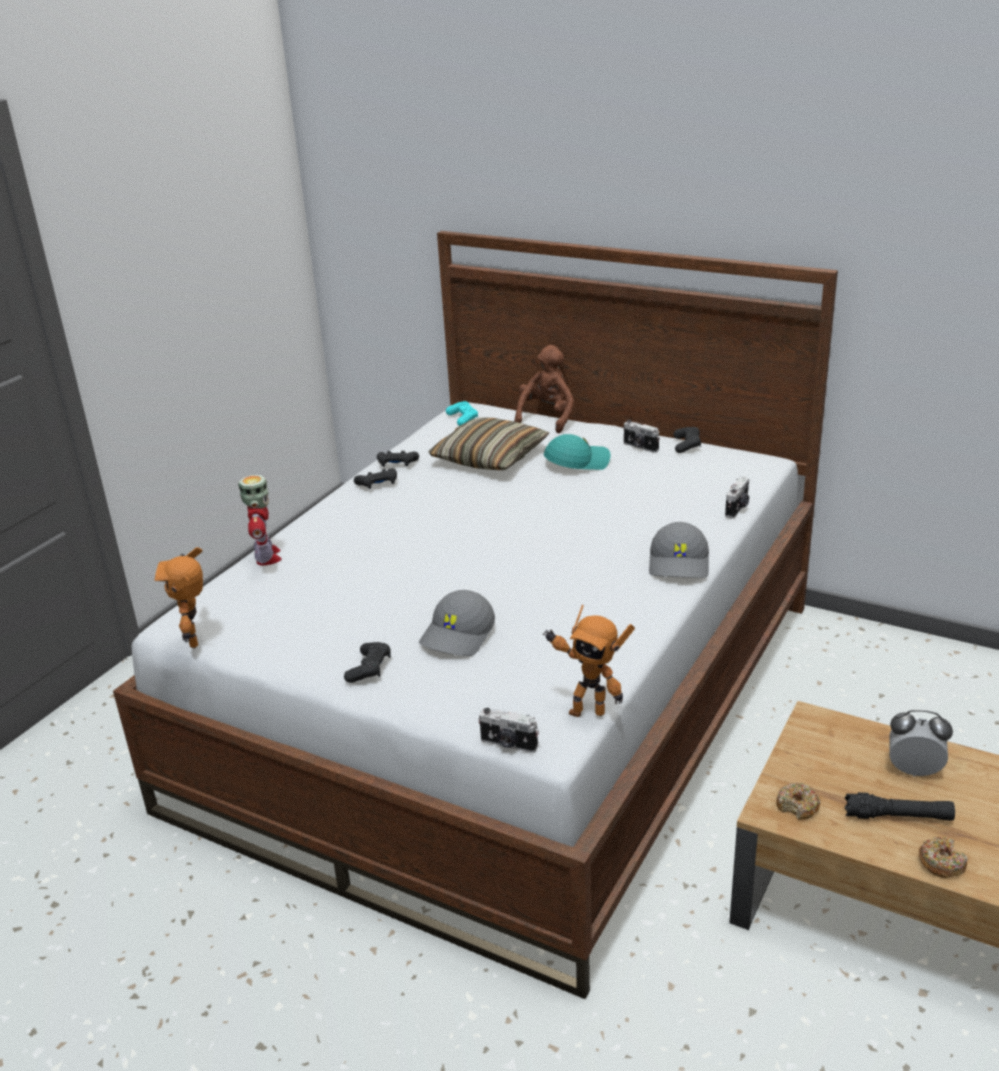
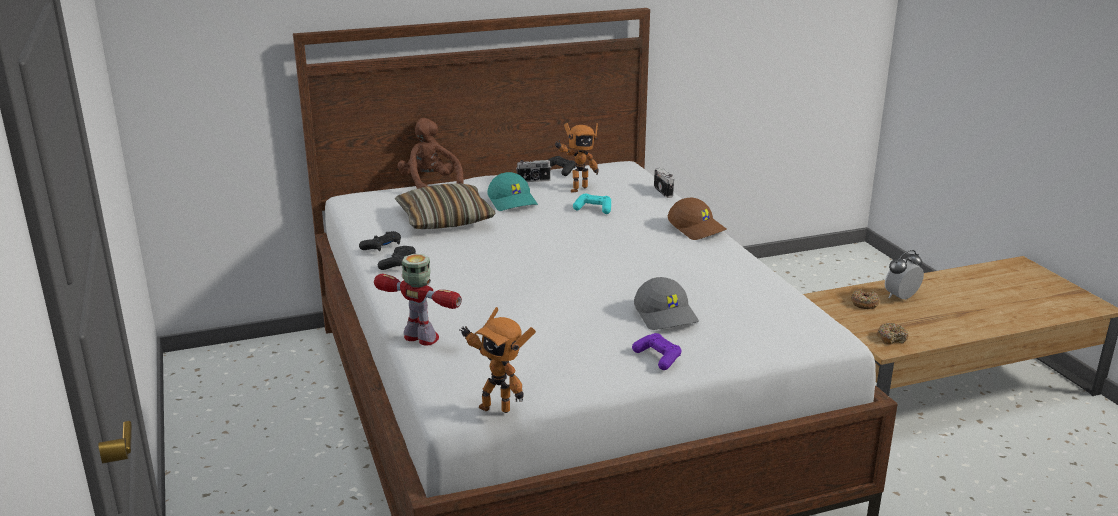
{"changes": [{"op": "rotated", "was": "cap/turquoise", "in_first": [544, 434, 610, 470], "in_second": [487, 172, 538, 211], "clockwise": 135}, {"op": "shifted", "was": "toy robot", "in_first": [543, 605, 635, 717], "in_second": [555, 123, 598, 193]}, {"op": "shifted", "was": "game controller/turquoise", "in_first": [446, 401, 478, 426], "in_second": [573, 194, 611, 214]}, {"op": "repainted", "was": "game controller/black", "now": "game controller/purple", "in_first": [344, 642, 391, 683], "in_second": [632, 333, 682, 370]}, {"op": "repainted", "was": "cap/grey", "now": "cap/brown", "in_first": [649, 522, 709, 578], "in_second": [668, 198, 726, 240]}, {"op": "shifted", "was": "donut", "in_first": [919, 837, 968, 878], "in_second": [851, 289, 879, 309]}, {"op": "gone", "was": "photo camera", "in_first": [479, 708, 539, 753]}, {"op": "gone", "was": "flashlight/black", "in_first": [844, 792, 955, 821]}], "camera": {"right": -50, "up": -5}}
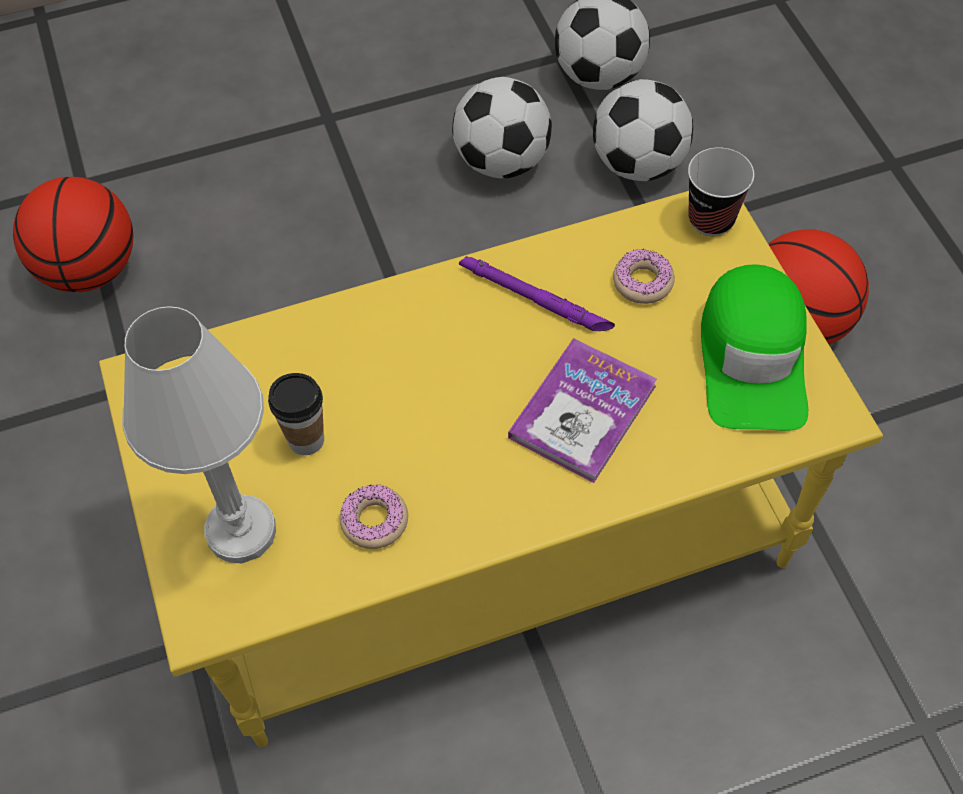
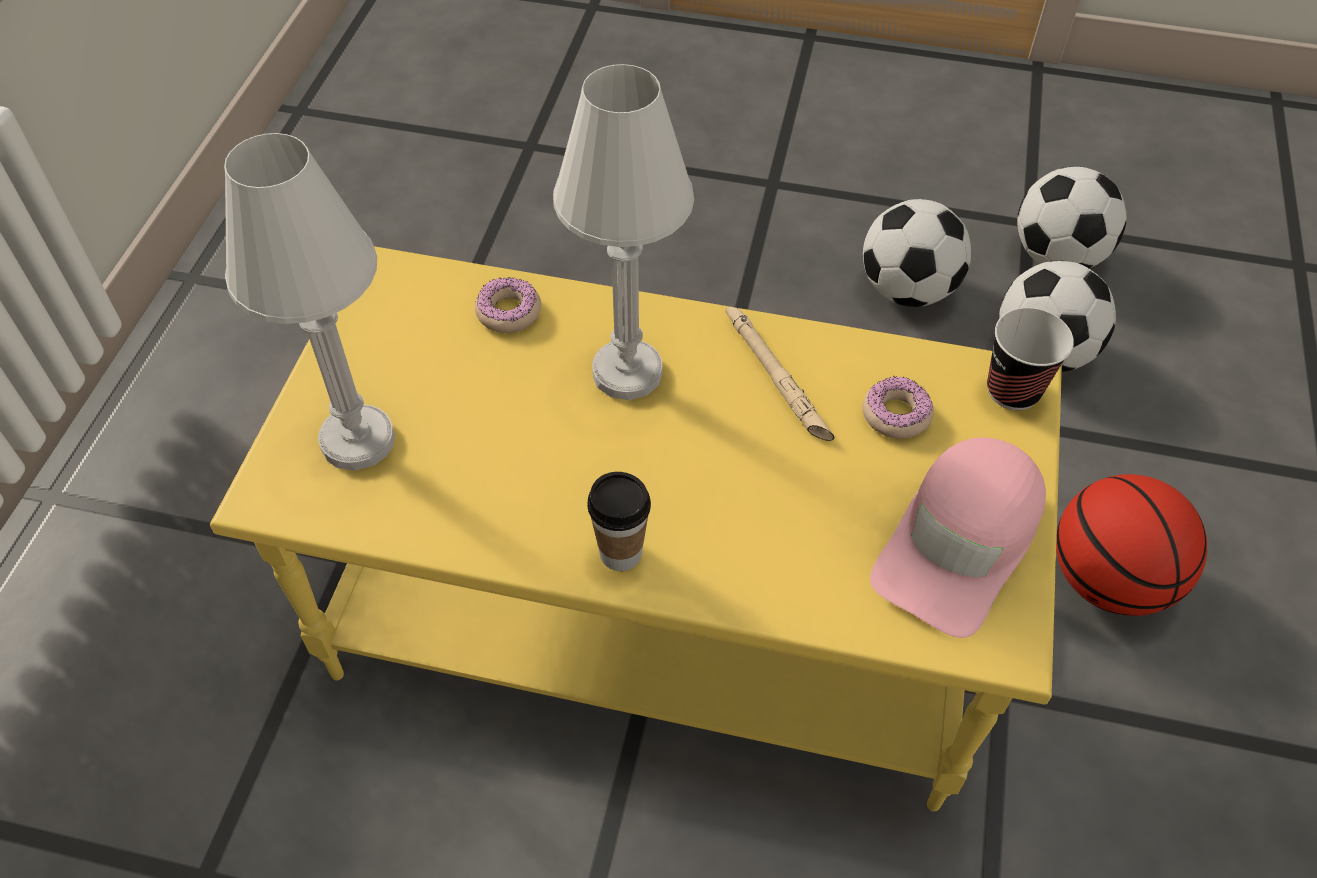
{"changes": [{"op": "shifted", "was": "donut", "in_first": [340, 484, 408, 549], "in_second": [475, 277, 541, 333]}, {"op": "new", "now": "table lamp/white", "in_second": [553, 64, 694, 400]}, {"op": "shifted", "was": "cup", "in_first": [268, 373, 324, 455], "in_second": [588, 472, 651, 571]}, {"op": "repainted", "was": "flashlight/purple", "now": "flashlight/beige", "in_first": [459, 256, 615, 331], "in_second": [725, 307, 835, 441]}, {"op": "repainted", "was": "cap/green", "now": "cap/pink", "in_first": [701, 264, 808, 431], "in_second": [870, 437, 1046, 638]}, {"op": "gone", "was": "basketball", "in_first": [13, 177, 133, 292]}, {"op": "gone", "was": "book", "in_first": [508, 338, 657, 483]}], "camera": {"right": 30, "up": -5}}
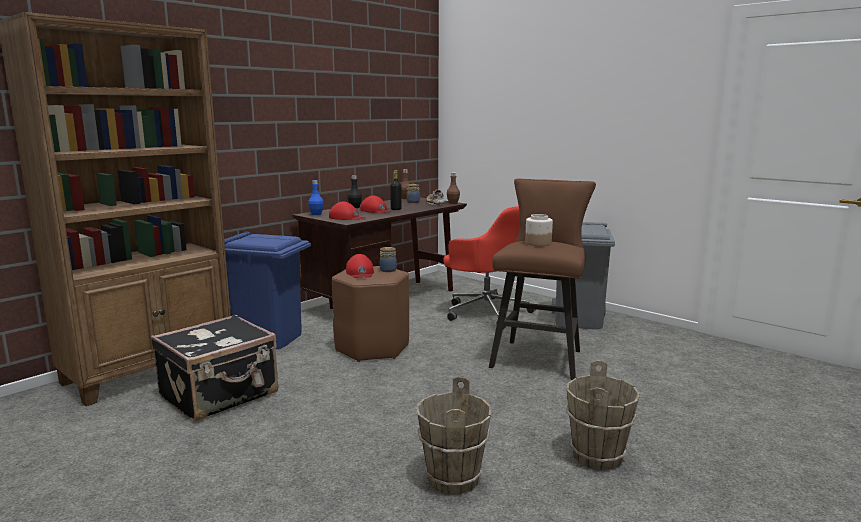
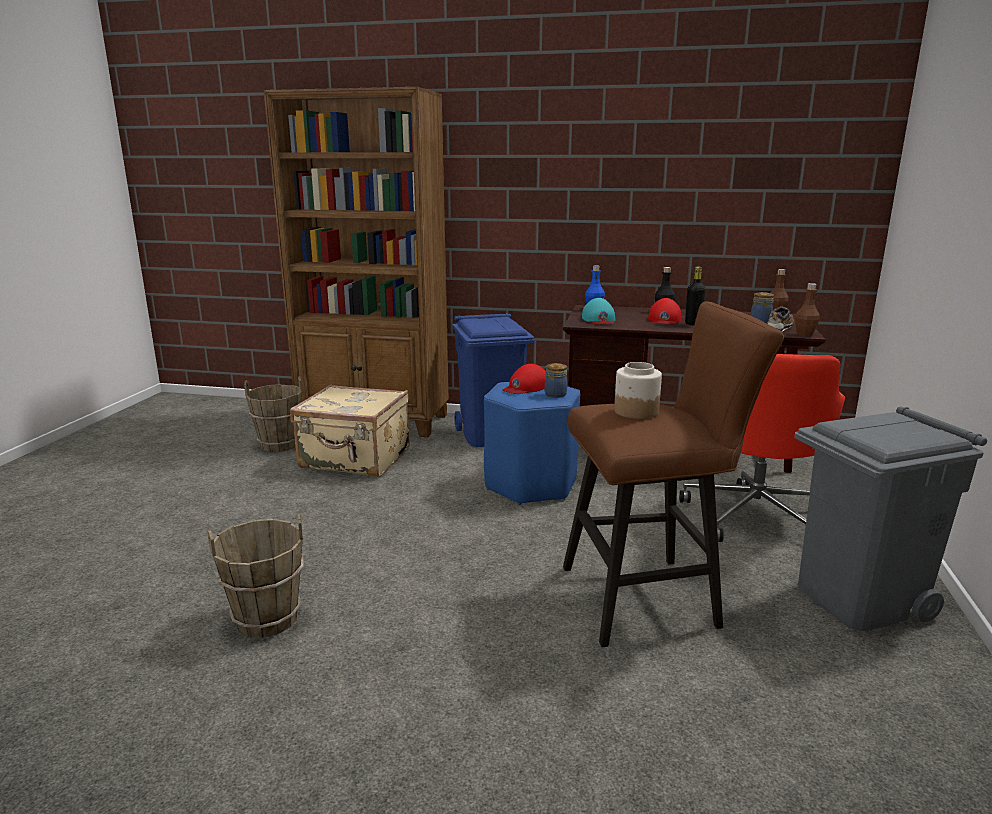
{"changes": [{"op": "shifted", "was": "bucket/brown", "in_first": [566, 360, 640, 470], "in_second": [244, 376, 302, 452]}, {"op": "repainted", "was": "suitcase/black", "now": "suitcase/beige", "in_first": [151, 314, 278, 422], "in_second": [290, 385, 410, 477]}, {"op": "repainted", "was": "stool/brown", "now": "stool/blue", "in_first": [332, 266, 409, 362], "in_second": [484, 382, 580, 505]}, {"op": "repainted", "was": "cap/red", "now": "cap/turquoise", "in_first": [329, 202, 366, 220], "in_second": [582, 298, 615, 324]}], "camera": {"right": 60, "up": 5}}
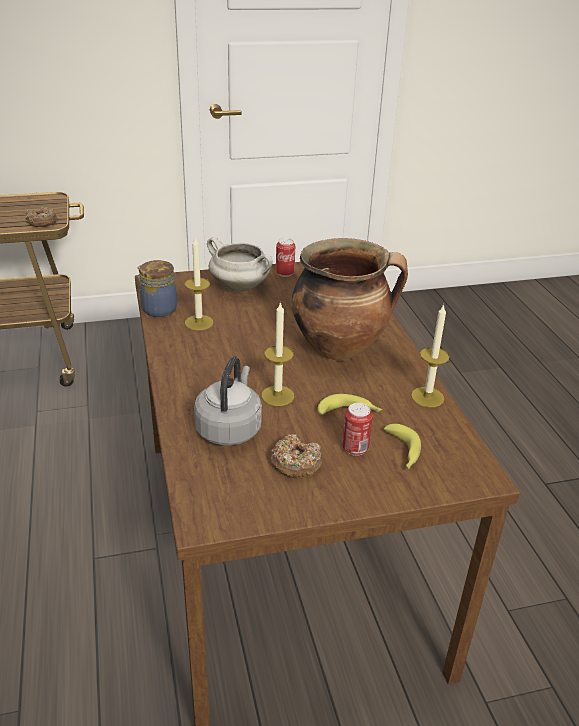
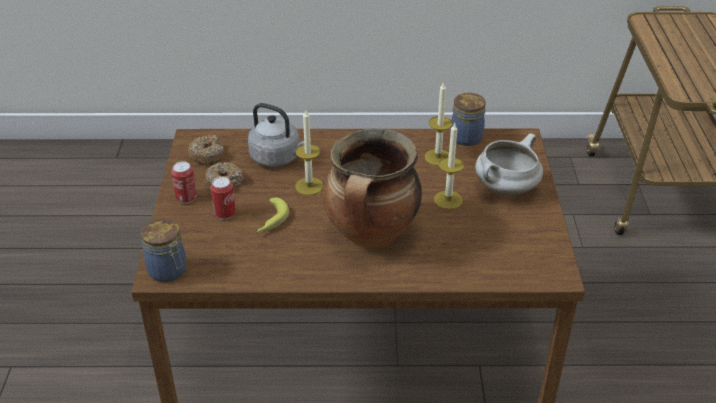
{"changes": [{"op": "new", "now": "jar", "in_second": [141, 219, 187, 282]}, {"op": "shifted", "was": "can", "in_first": [276, 238, 295, 277], "in_second": [171, 161, 197, 204]}, {"op": "shifted", "was": "donut", "in_first": [25, 207, 57, 227], "in_second": [188, 135, 225, 165]}, {"op": "shifted", "was": "candle", "in_first": [411, 304, 450, 407], "in_second": [434, 123, 464, 209]}, {"op": "gone", "was": "banana", "in_first": [384, 424, 421, 469]}], "camera": {"right": 105, "up": 5}}
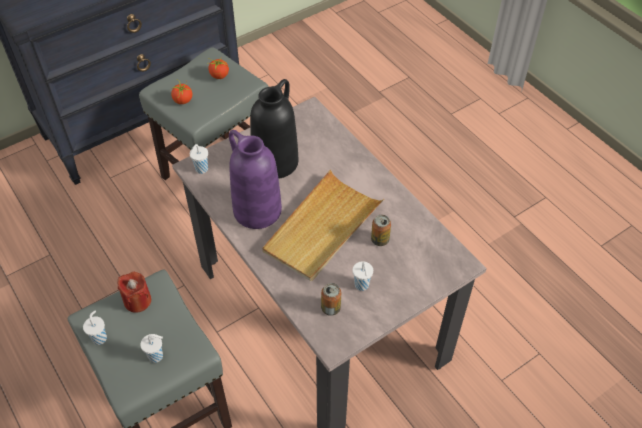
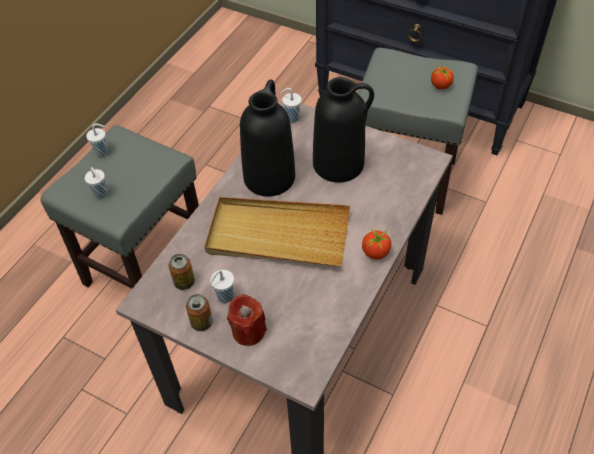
{"changes": [{"op": "shifted", "was": "can", "in_first": [371, 215, 391, 246], "in_second": [186, 294, 213, 331]}, {"op": "shifted", "was": "candle/red", "in_first": [117, 272, 151, 313], "in_second": [227, 294, 267, 346]}, {"op": "repainted", "was": "vase/purple", "now": "vase/black", "in_first": [229, 130, 282, 229], "in_second": [240, 79, 295, 197]}, {"op": "shifted", "was": "tomato", "in_first": [171, 81, 192, 104], "in_second": [362, 226, 394, 259]}], "camera": {"right": 65, "up": 0}}
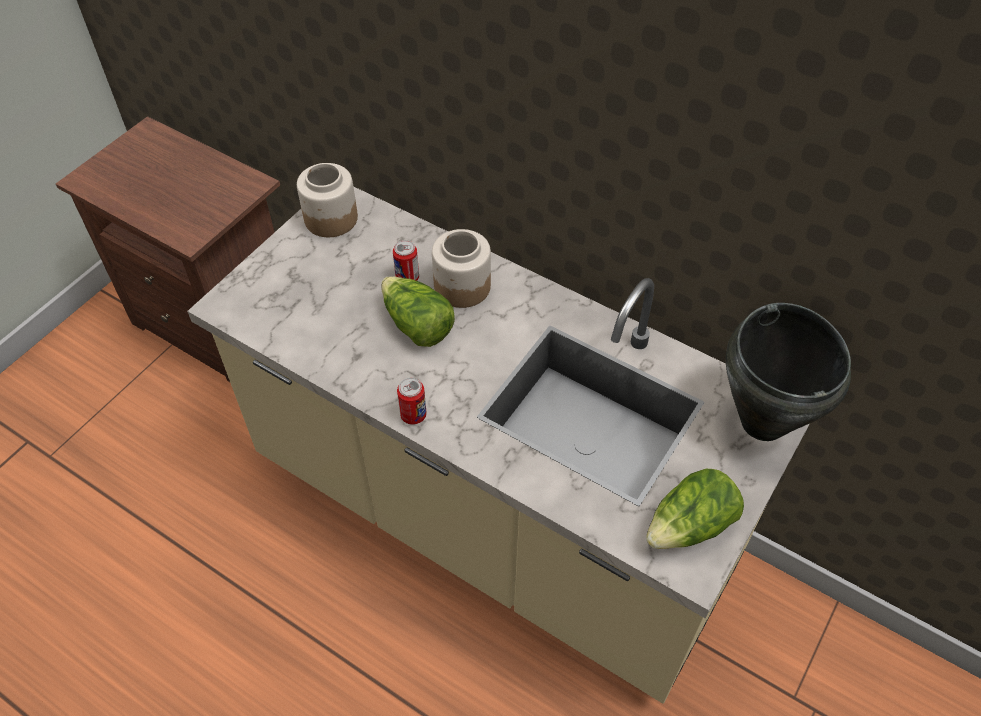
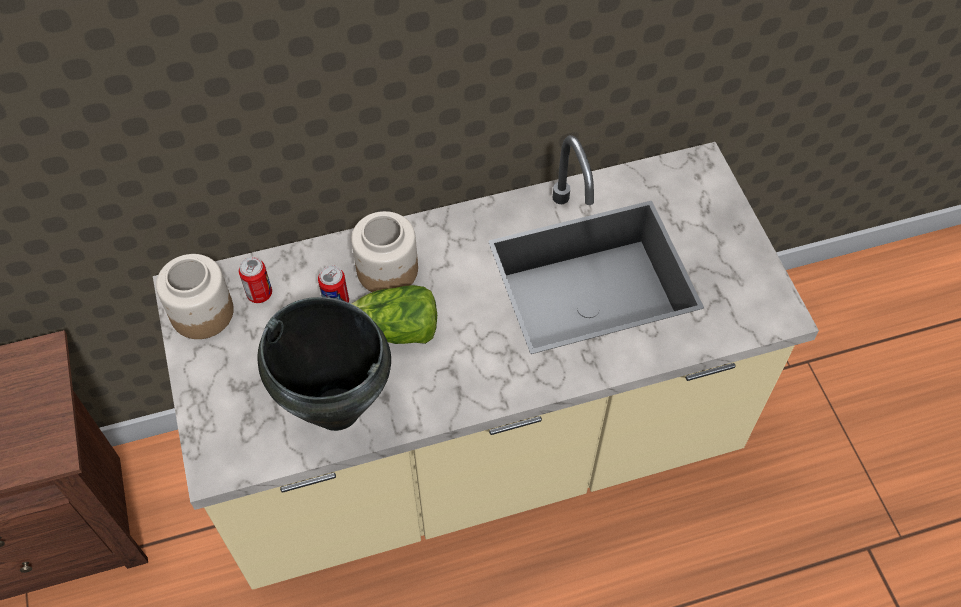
{"changes": [{"op": "shifted", "was": "can", "in_first": [397, 378, 427, 425], "in_second": [239, 257, 272, 303]}, {"op": "shifted", "was": "cooking pot/black", "in_first": [726, 303, 851, 441], "in_second": [258, 297, 391, 431]}, {"op": "gone", "was": "lettuce", "in_first": [646, 469, 744, 549]}], "camera": {"right": -50, "up": 5}}
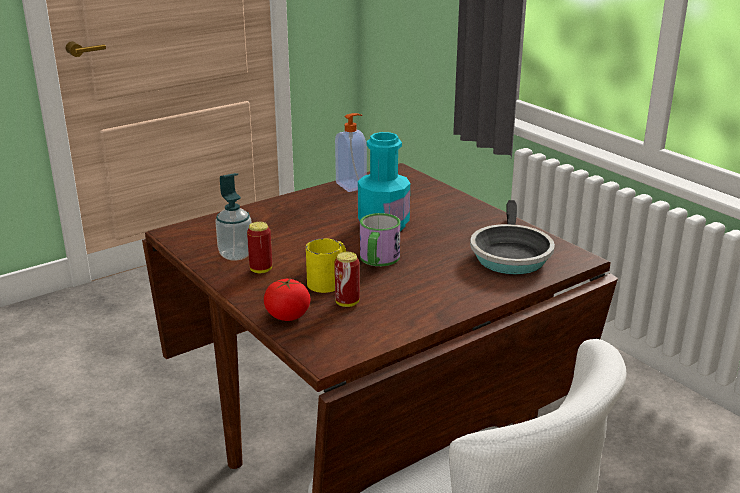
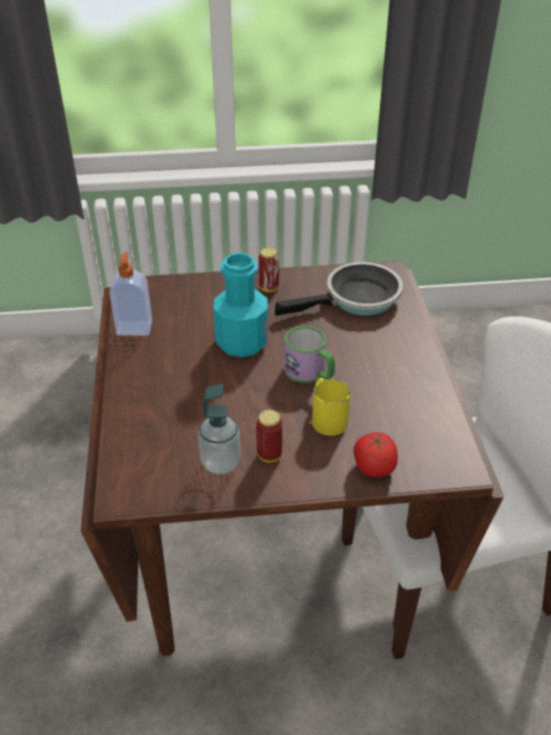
{"changes": [{"op": "shifted", "was": "can", "in_first": [334, 252, 360, 307], "in_second": [259, 248, 279, 292]}, {"op": "rotated", "was": "frying pan", "in_first": [470, 200, 555, 274], "in_second": [275, 262, 403, 316], "clockwise": -60}], "camera": {"right": -60, "up": 15}}
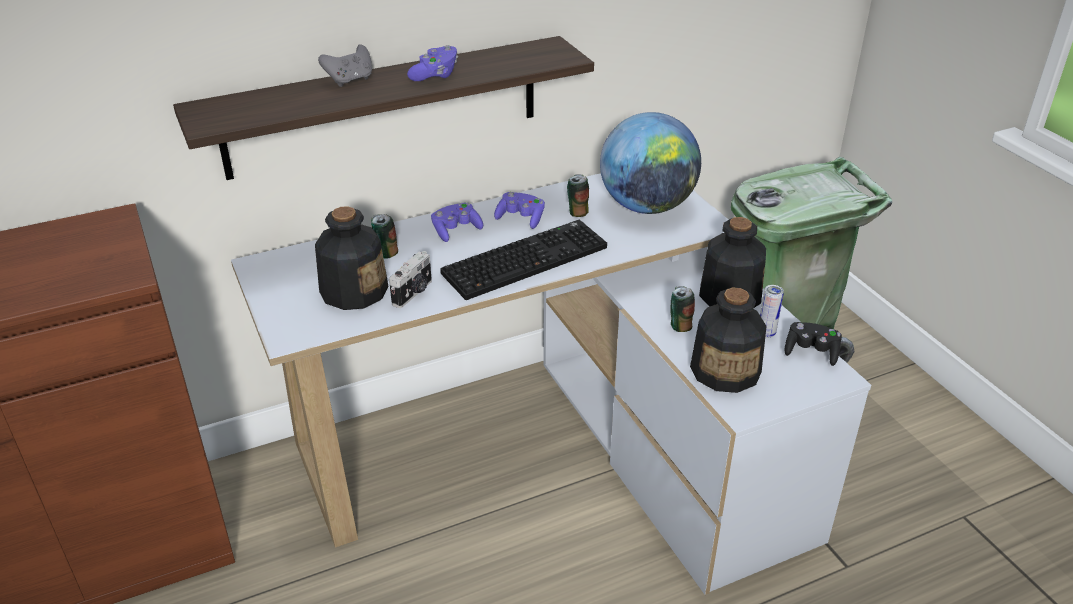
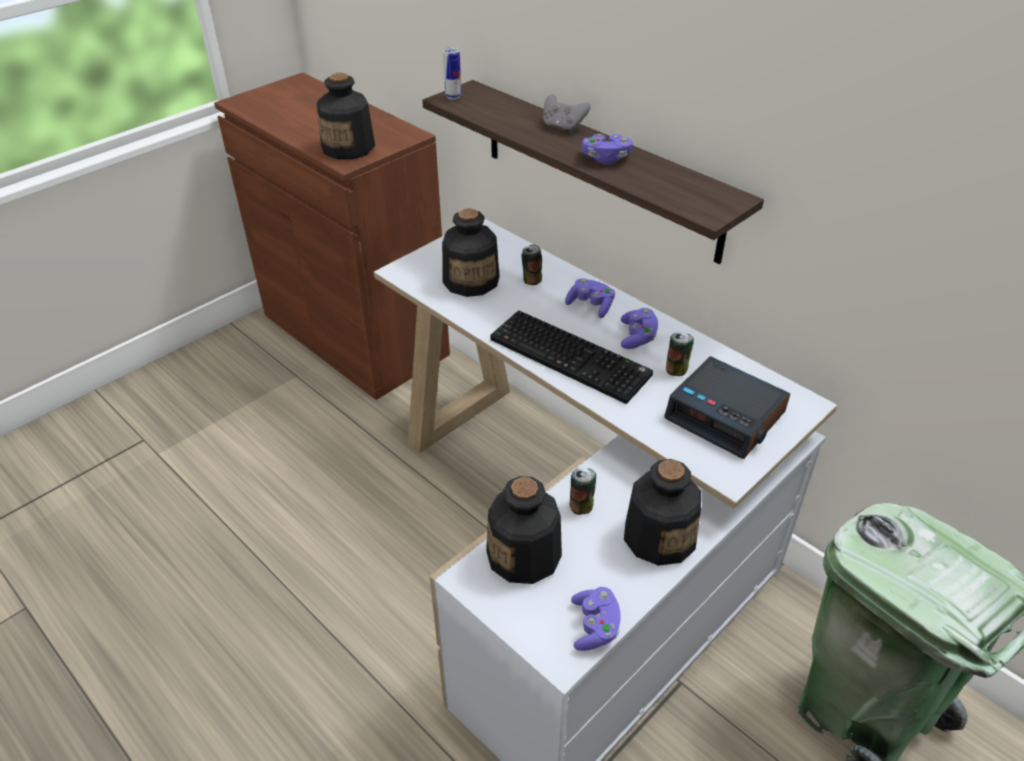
{"changes": [{"op": "new", "now": "bottle", "in_second": [317, 73, 375, 159]}, {"op": "shifted", "was": "can", "in_first": [760, 285, 784, 338], "in_second": [443, 47, 461, 100]}, {"op": "repainted", "was": "game controller/black", "now": "game controller/purple", "in_first": [785, 322, 842, 366], "in_second": [571, 587, 620, 651]}, {"op": "swapped", "was": "globe", "now": "alarm clock", "in_first": [600, 112, 701, 214], "in_second": [664, 356, 790, 459]}, {"op": "gone", "was": "photo camera", "in_first": [389, 251, 432, 308]}], "camera": {"right": 70, "up": 5}}
